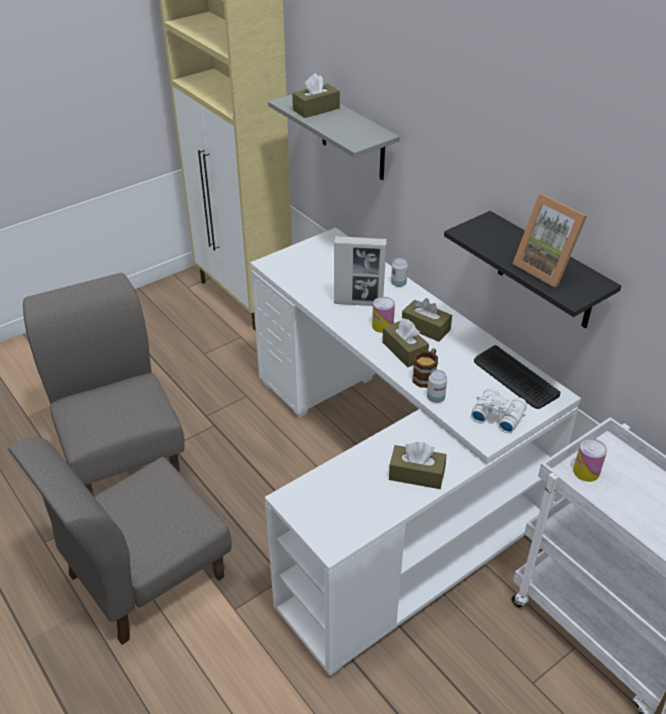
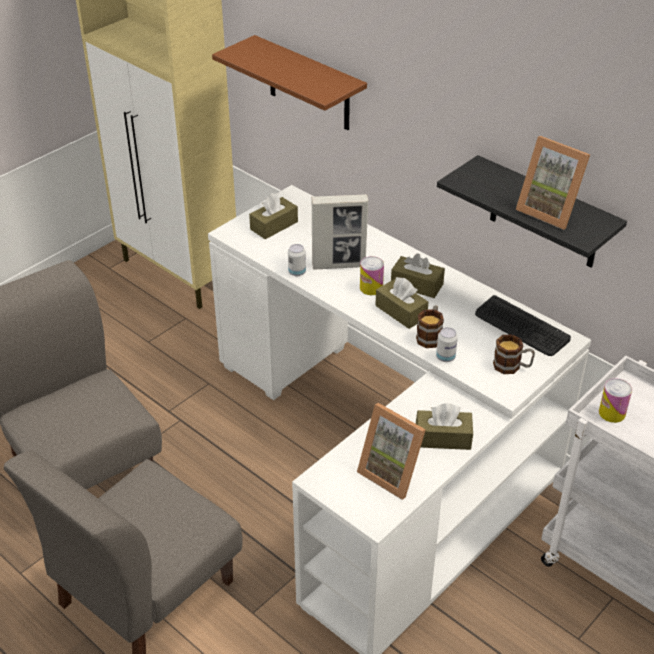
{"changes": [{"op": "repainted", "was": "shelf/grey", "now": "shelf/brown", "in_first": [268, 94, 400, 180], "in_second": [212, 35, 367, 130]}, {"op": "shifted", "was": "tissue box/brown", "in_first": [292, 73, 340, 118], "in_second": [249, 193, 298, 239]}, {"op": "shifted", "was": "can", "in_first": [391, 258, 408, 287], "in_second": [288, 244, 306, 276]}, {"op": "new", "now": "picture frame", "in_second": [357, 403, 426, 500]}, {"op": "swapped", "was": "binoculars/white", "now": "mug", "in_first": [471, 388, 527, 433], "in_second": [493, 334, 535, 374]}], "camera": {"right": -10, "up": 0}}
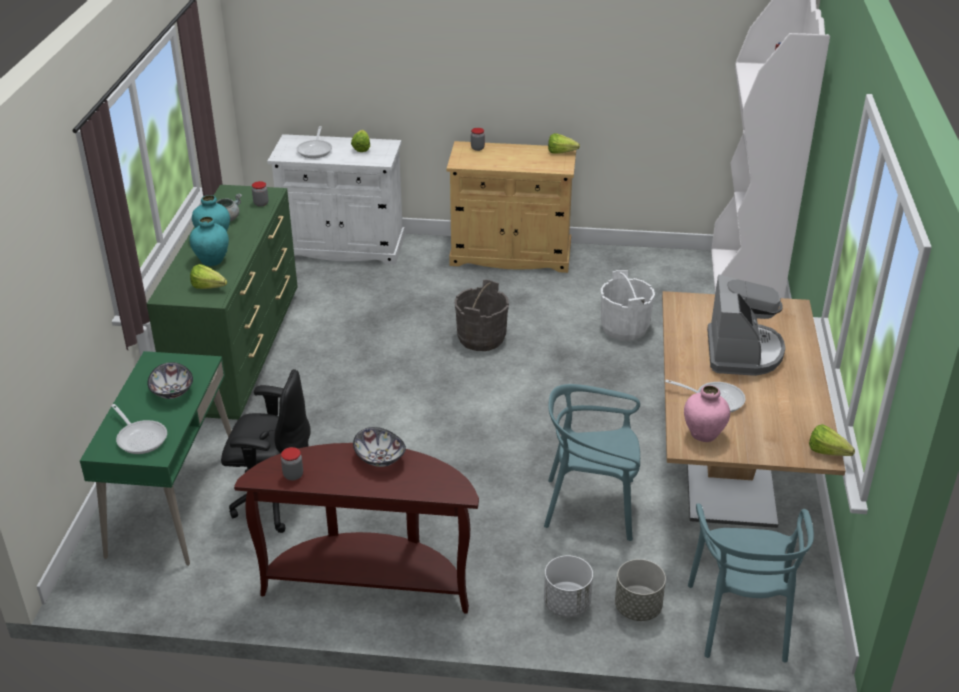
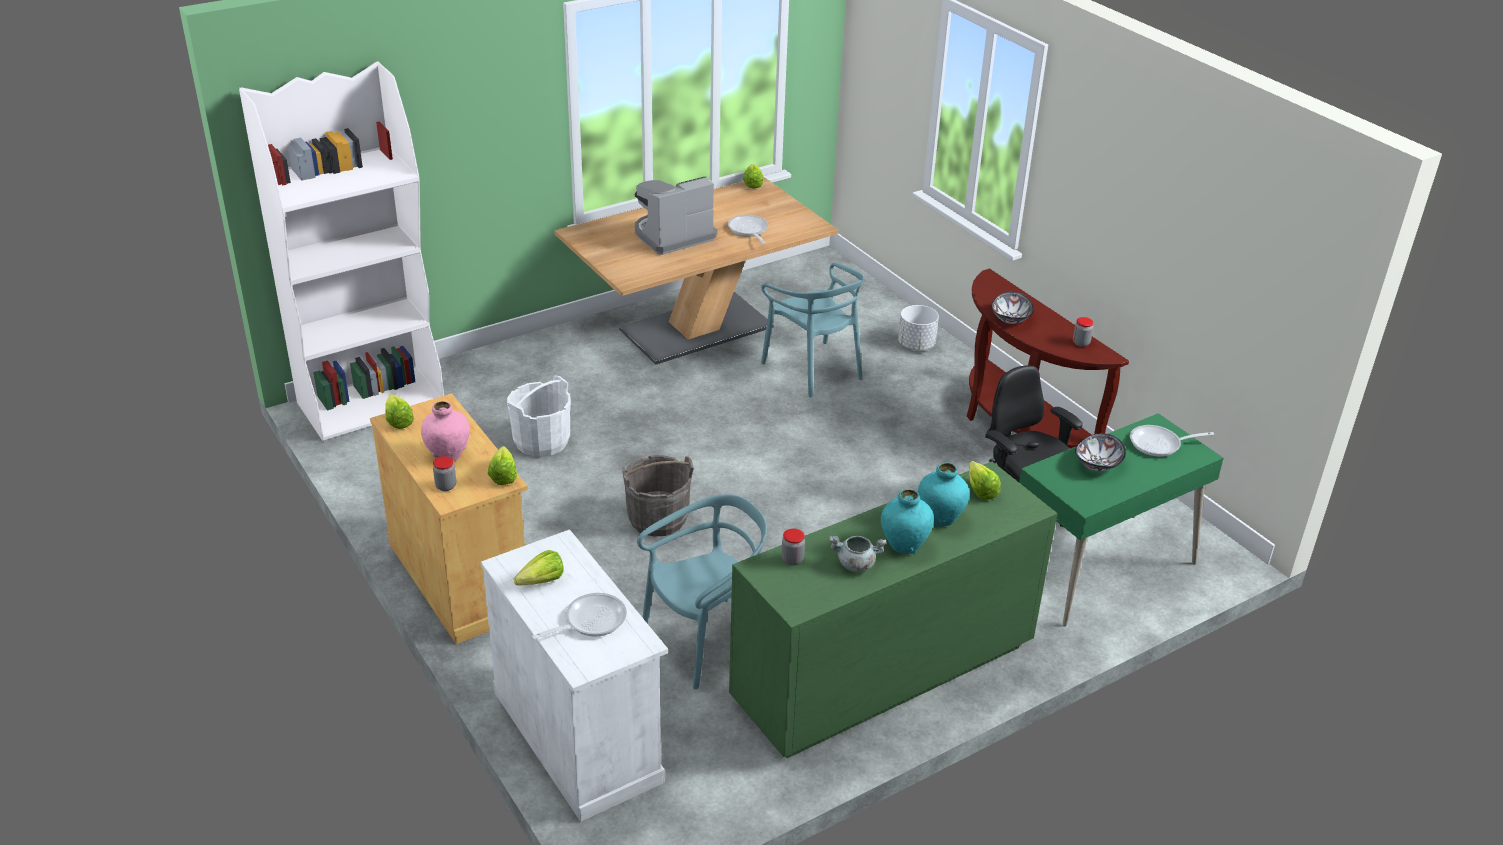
{"changes": [{"op": "shifted", "was": "vase/pink", "in_first": [684, 385, 730, 442], "in_second": [421, 401, 470, 461]}, {"op": "new", "now": "lettuce", "in_second": [488, 446, 517, 485]}, {"op": "shifted", "was": "chair/turquoise", "in_first": [688, 503, 814, 662], "in_second": [637, 494, 767, 689]}, {"op": "rotated", "was": "frying pan", "in_first": [111, 404, 167, 454], "in_second": [1130, 425, 1214, 457], "clockwise": -105}, {"op": "gone", "was": "planter/grey", "in_first": [615, 559, 666, 621]}], "camera": {"right": -130, "up": 0}}
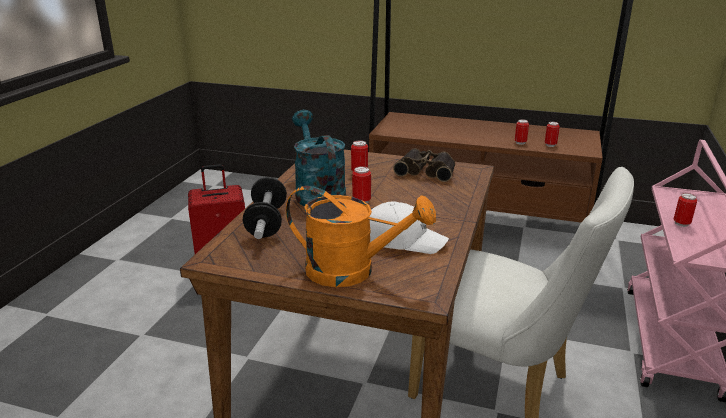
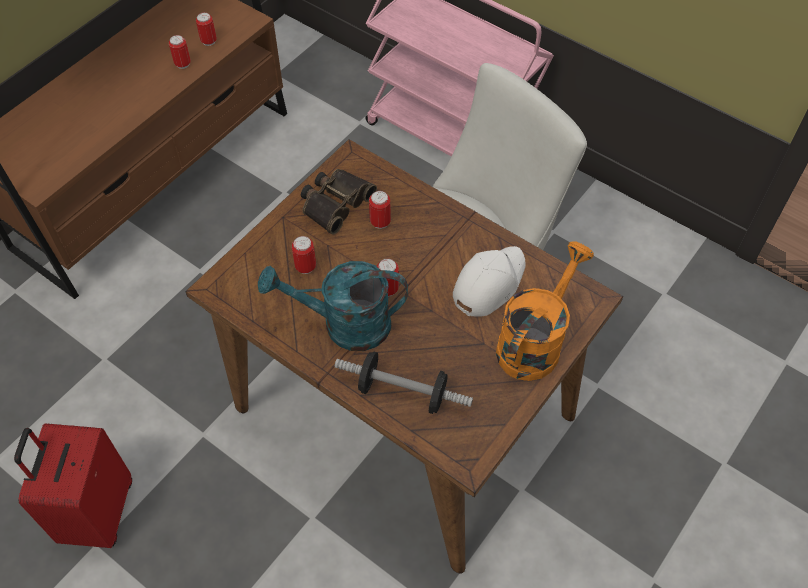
{"changes": [{"op": "shifted", "was": "can", "in_first": [674, 193, 697, 227], "in_second": [369, 191, 391, 229]}], "camera": {"right": -70, "up": 30}}
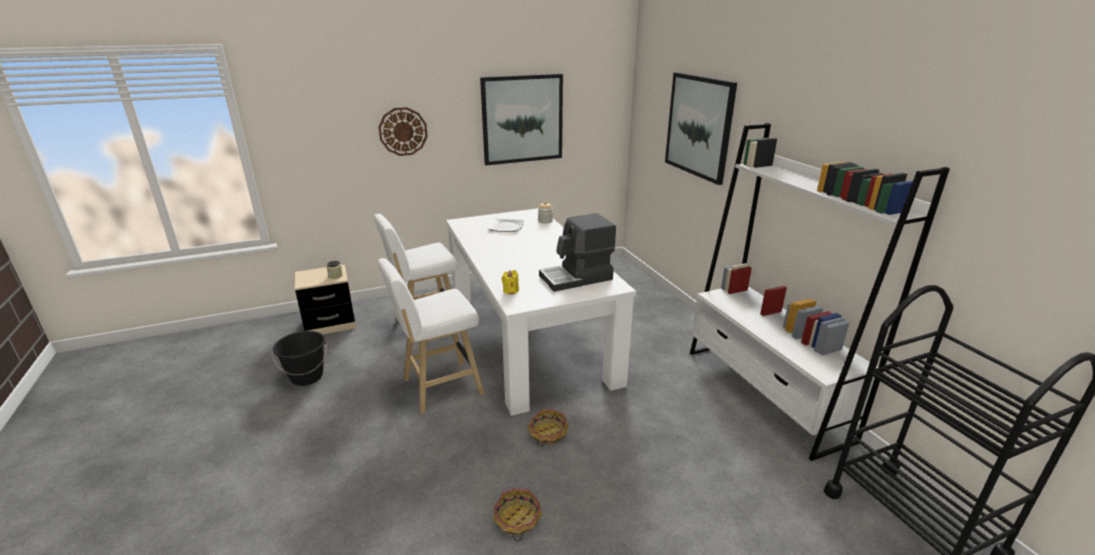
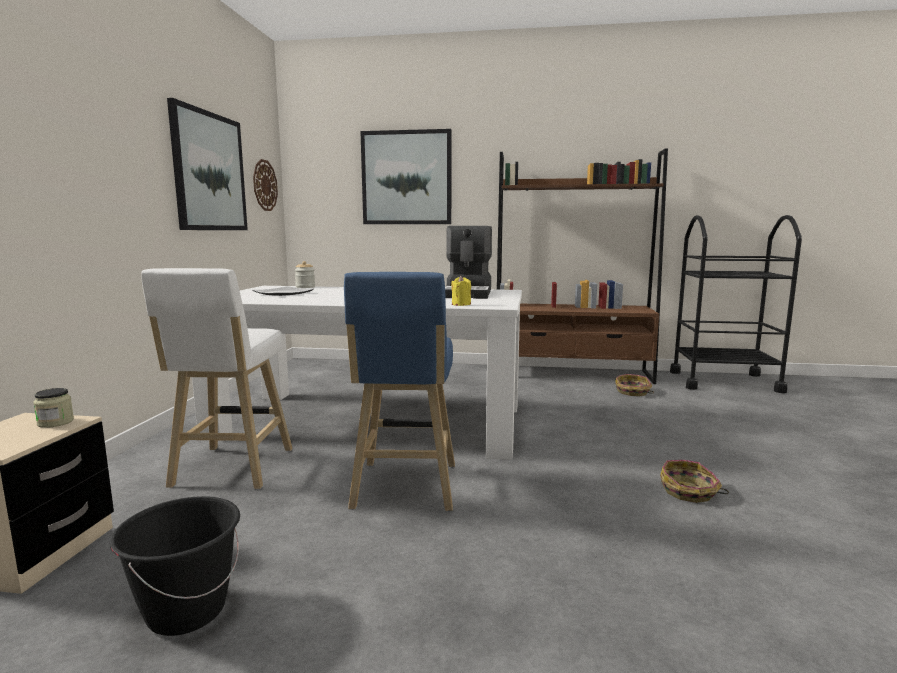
{"changes": [{"op": "shifted", "was": "wall clock", "in_first": [378, 107, 428, 156], "in_second": [253, 159, 278, 211]}, {"op": "repainted", "was": "stool/white", "now": "stool/blue", "in_first": [378, 258, 484, 414], "in_second": [344, 272, 455, 511]}, {"op": "repainted", "was": "bookcase/white", "now": "bookcase/brown", "in_first": [690, 123, 950, 461], "in_second": [497, 149, 668, 384]}, {"op": "shifted", "was": "basket", "in_first": [528, 409, 568, 447], "in_second": [615, 374, 654, 396]}], "camera": {"right": -60, "up": -15}}
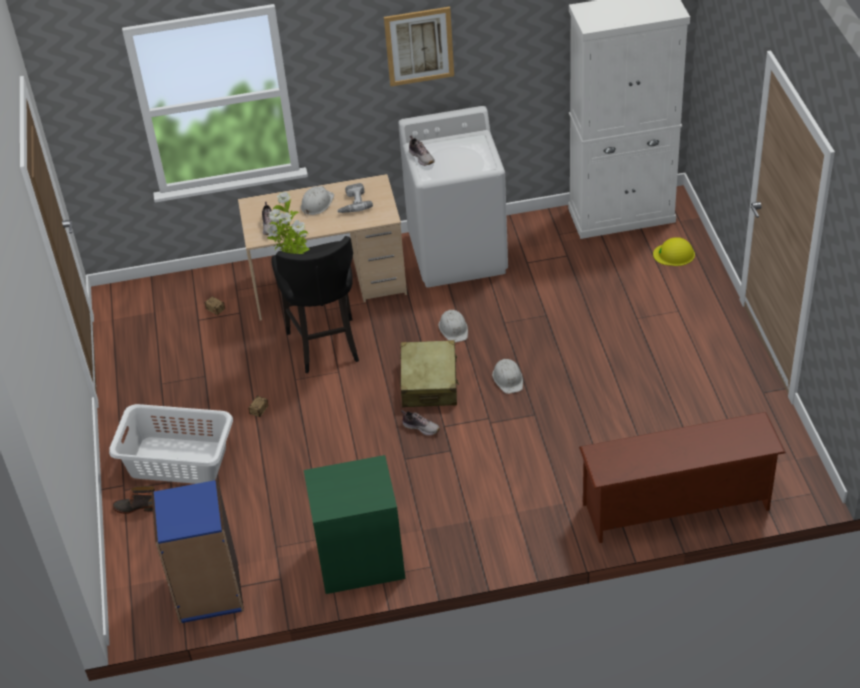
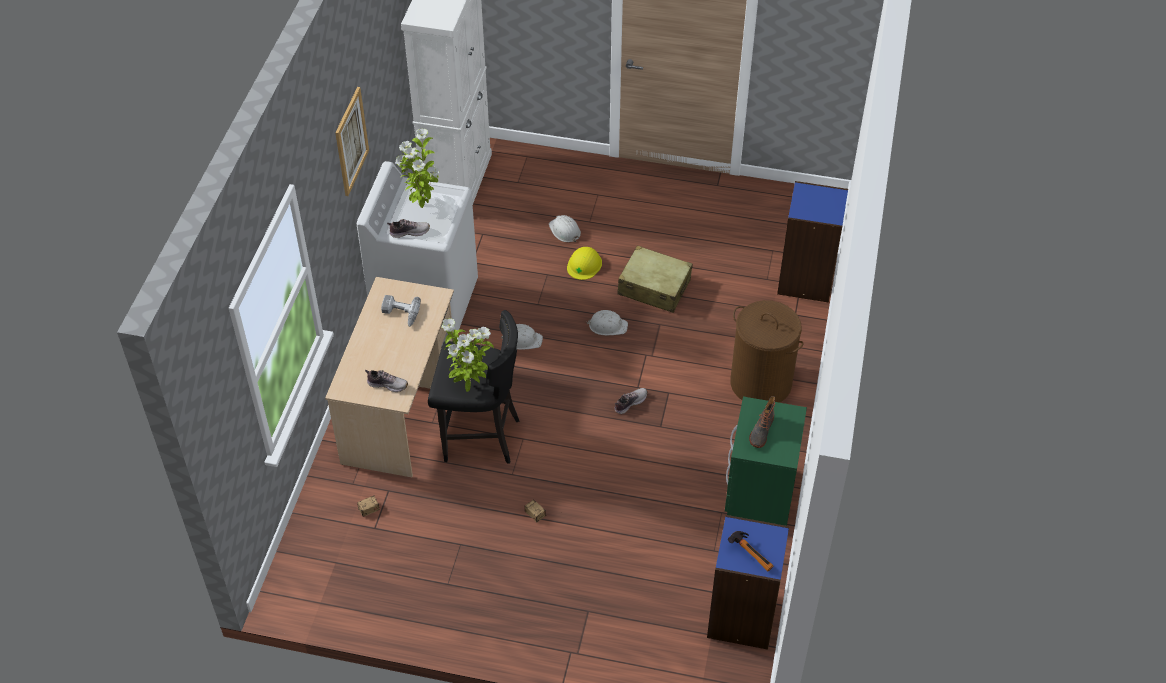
{"changes": [{"op": "new", "now": "potted plant", "in_second": [395, 128, 439, 208]}, {"op": "shifted", "was": "hard hat/white", "in_first": [301, 186, 334, 216], "in_second": [549, 215, 581, 242]}, {"op": "shifted", "was": "hard hat/yellow", "in_first": [653, 237, 695, 266], "in_second": [567, 247, 602, 280]}, {"op": "shifted", "was": "suitcase/beige", "in_first": [400, 340, 459, 407], "in_second": [617, 245, 693, 313]}, {"op": "new", "now": "hammer", "in_second": [728, 531, 773, 572]}, {"op": "new", "now": "laundry basket/brown", "in_second": [730, 300, 803, 403]}, {"op": "shifted", "was": "boot", "in_first": [112, 486, 155, 514], "in_second": [749, 396, 775, 448]}, {"op": "swapped", "was": "shoe rack/brown", "now": "bookcase/blue", "in_first": [579, 412, 786, 543], "in_second": [777, 181, 848, 303]}, {"op": "gone", "was": "laundry basket/white", "in_first": [109, 404, 233, 484]}], "camera": {"right": -70, "up": 5}}
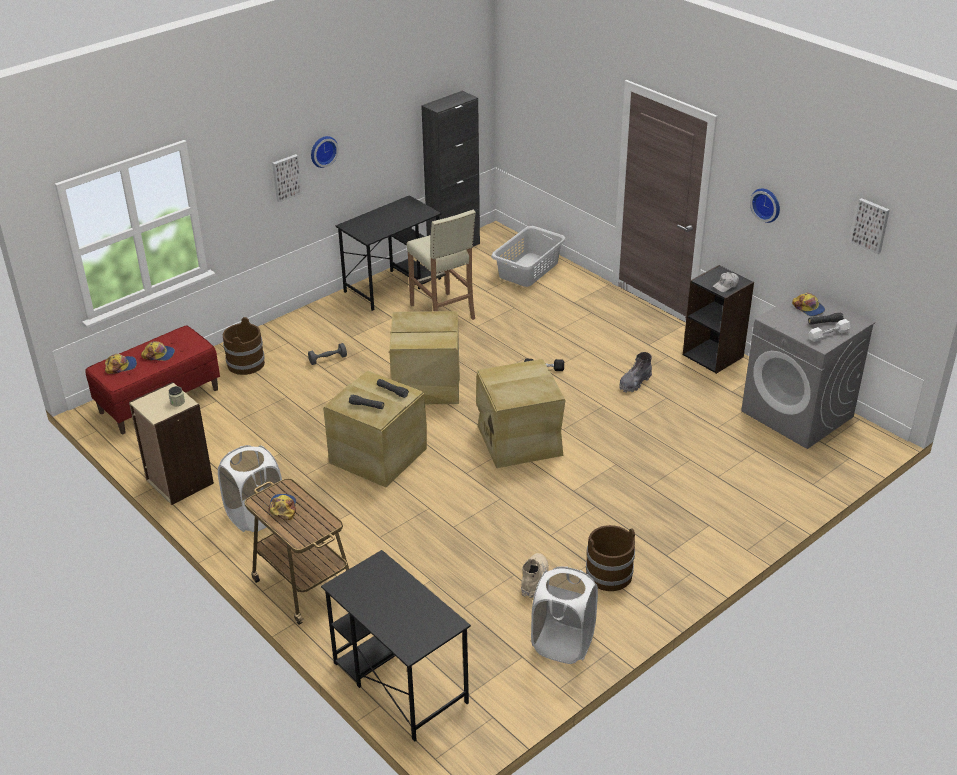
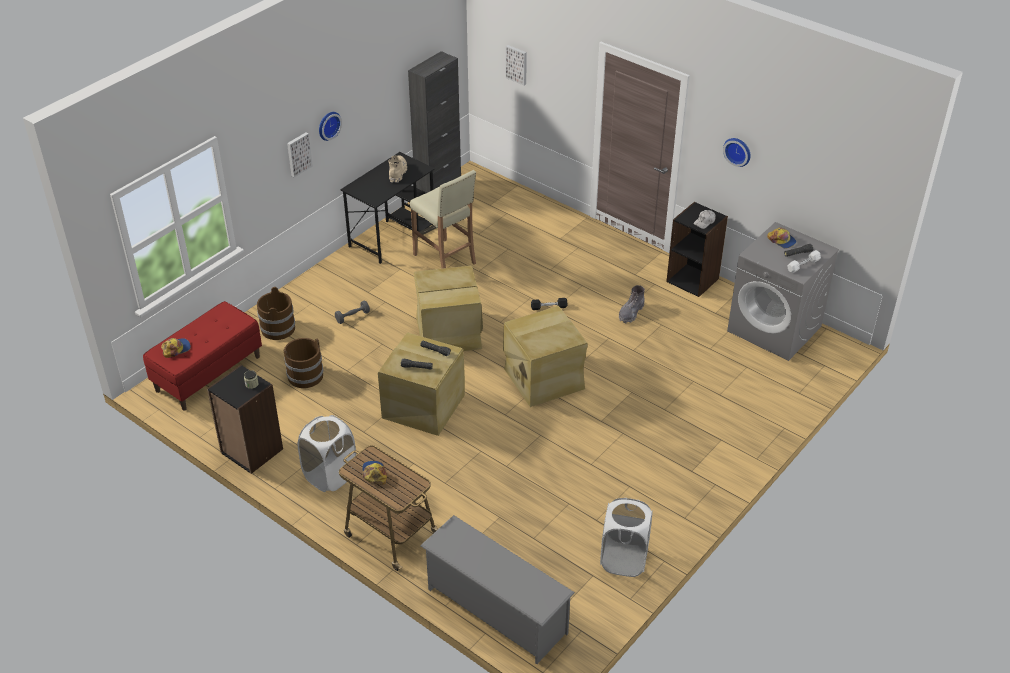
{"changes": [{"op": "repainted", "was": "bookcase/beige", "now": "bookcase/black", "in_first": [129, 382, 214, 505], "in_second": [207, 365, 283, 474]}, {"op": "shifted", "was": "bucket/brown", "in_first": [586, 525, 635, 591], "in_second": [284, 338, 323, 388]}, {"op": "shifted", "was": "boot/beige", "in_first": [521, 553, 549, 598], "in_second": [389, 155, 407, 183]}, {"op": "swapped", "was": "desk/black", "now": "shoe rack/grey", "in_first": [321, 550, 471, 742], "in_second": [420, 515, 575, 664]}, {"op": "shifted", "was": "picture", "in_first": [851, 198, 890, 254], "in_second": [506, 45, 527, 85]}, {"op": "gone", "was": "cap", "in_first": [141, 341, 175, 361]}, {"op": "gone", "was": "laundry basket/grey", "in_first": [491, 226, 566, 287]}], "camera": {"right": -10, "up": 5}}
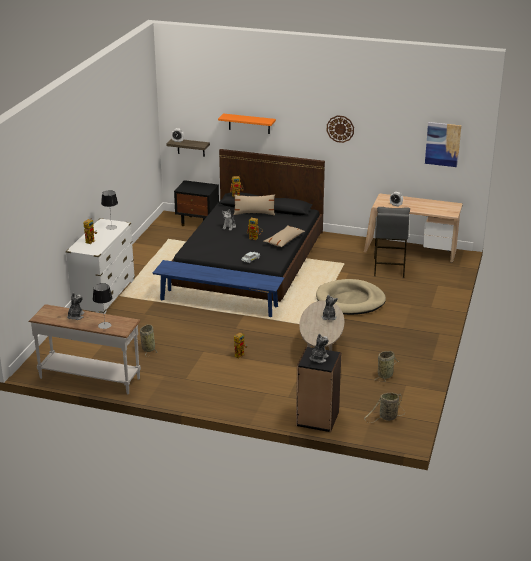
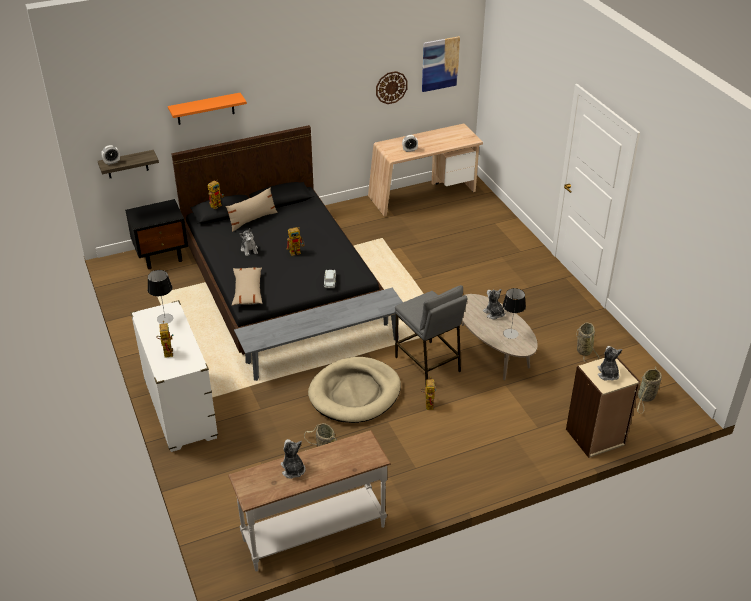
{"changes": [{"op": "shifted", "was": "pillow/beige", "in_first": [263, 225, 305, 247], "in_second": [232, 267, 263, 306]}, {"op": "repainted", "was": "bench/blue", "now": "bench/grey", "in_first": [153, 260, 284, 317], "in_second": [234, 288, 403, 381]}, {"op": "shifted", "was": "dog bed/beige", "in_first": [316, 279, 386, 315], "in_second": [308, 357, 401, 423]}, {"op": "shifted", "was": "wall clock", "in_first": [327, 115, 354, 143], "in_second": [376, 71, 408, 104]}, {"op": "shifted", "was": "stool/grey", "in_first": [374, 207, 410, 278], "in_second": [395, 285, 467, 382]}, {"op": "shifted", "was": "table lamp", "in_first": [93, 283, 112, 329], "in_second": [503, 288, 526, 339]}, {"op": "repainted", "was": "bookcase/black", "now": "bookcase/beige", "in_first": [296, 347, 341, 432], "in_second": [566, 357, 640, 458]}], "camera": {"right": -40, "up": 10}}
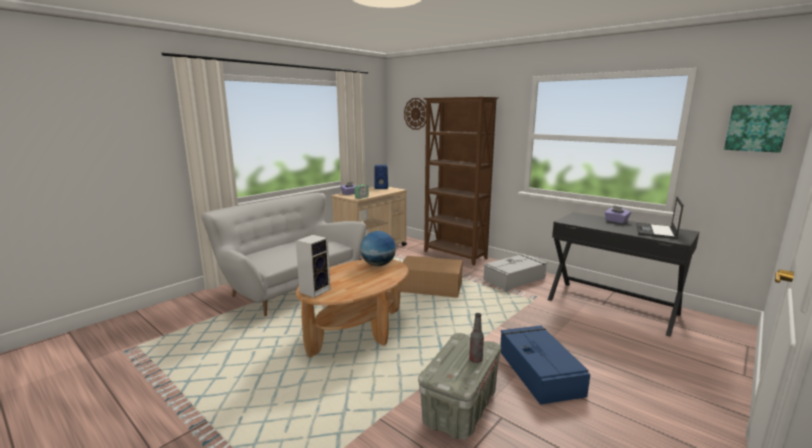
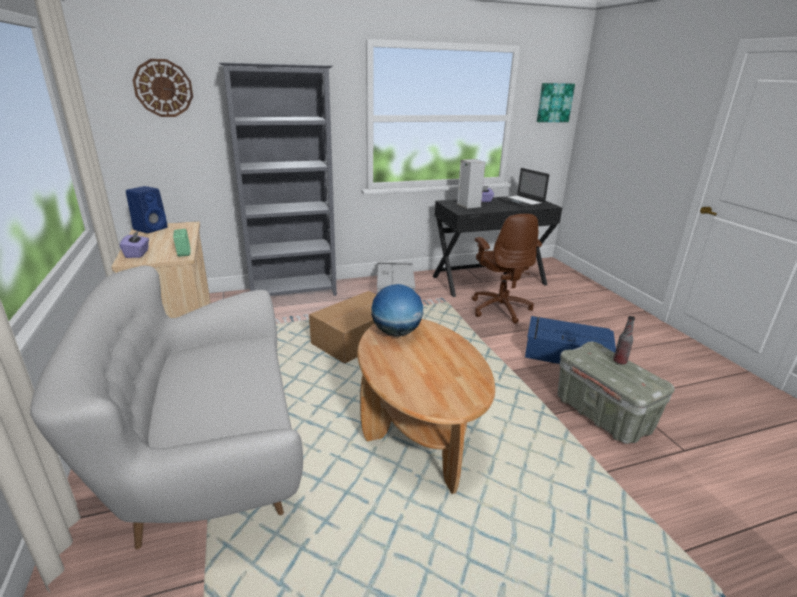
{"changes": [{"op": "repainted", "was": "bookcase/brown", "now": "bookcase/grey", "in_first": [423, 97, 499, 265], "in_second": [219, 62, 337, 296]}, {"op": "shifted", "was": "speaker", "in_first": [296, 235, 330, 298], "in_second": [457, 159, 485, 209]}, {"op": "new", "now": "office chair/brown", "in_second": [472, 214, 542, 324]}], "camera": {"right": -60, "up": 10}}
